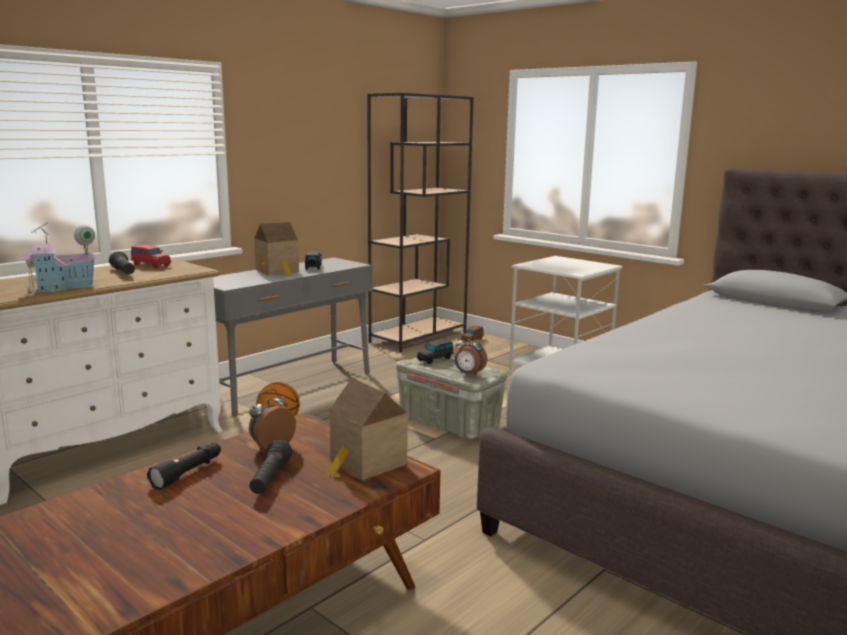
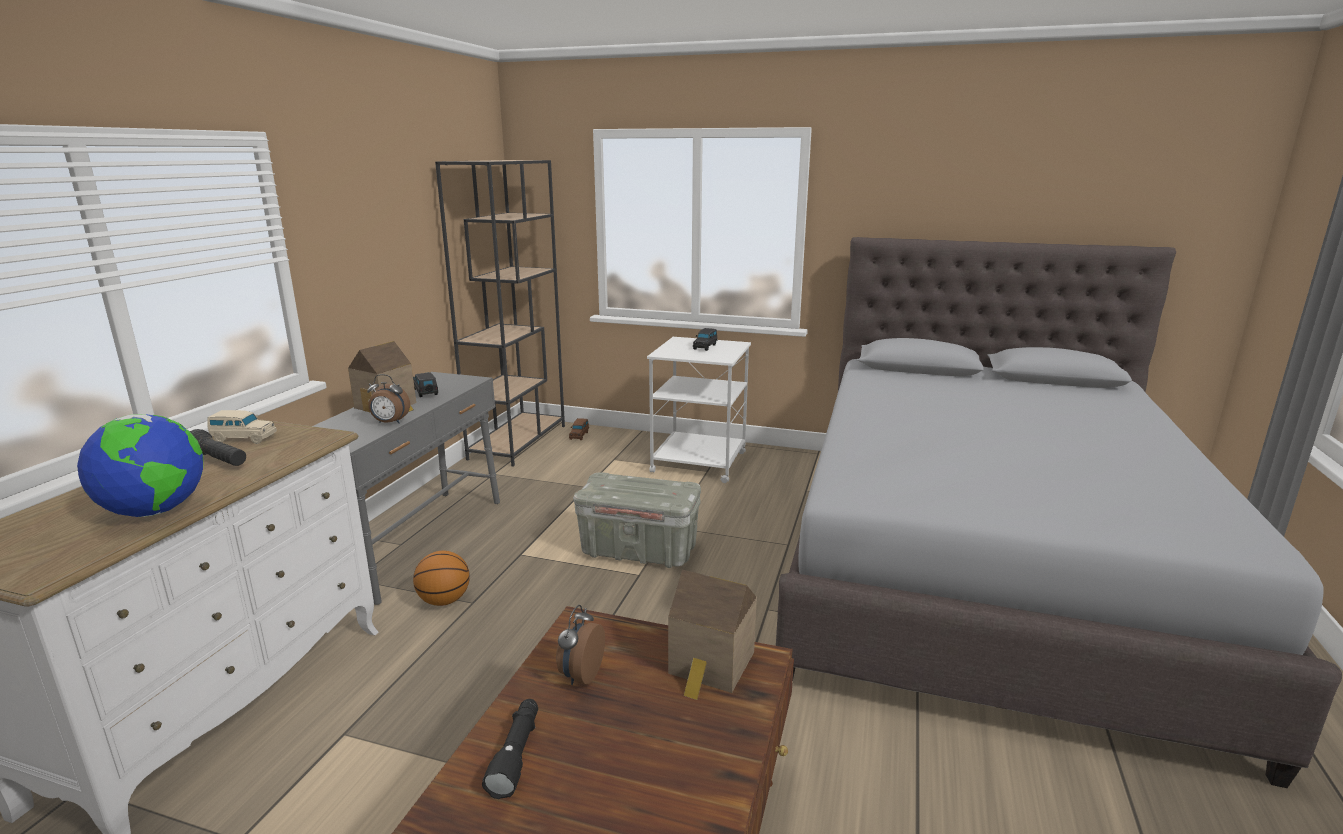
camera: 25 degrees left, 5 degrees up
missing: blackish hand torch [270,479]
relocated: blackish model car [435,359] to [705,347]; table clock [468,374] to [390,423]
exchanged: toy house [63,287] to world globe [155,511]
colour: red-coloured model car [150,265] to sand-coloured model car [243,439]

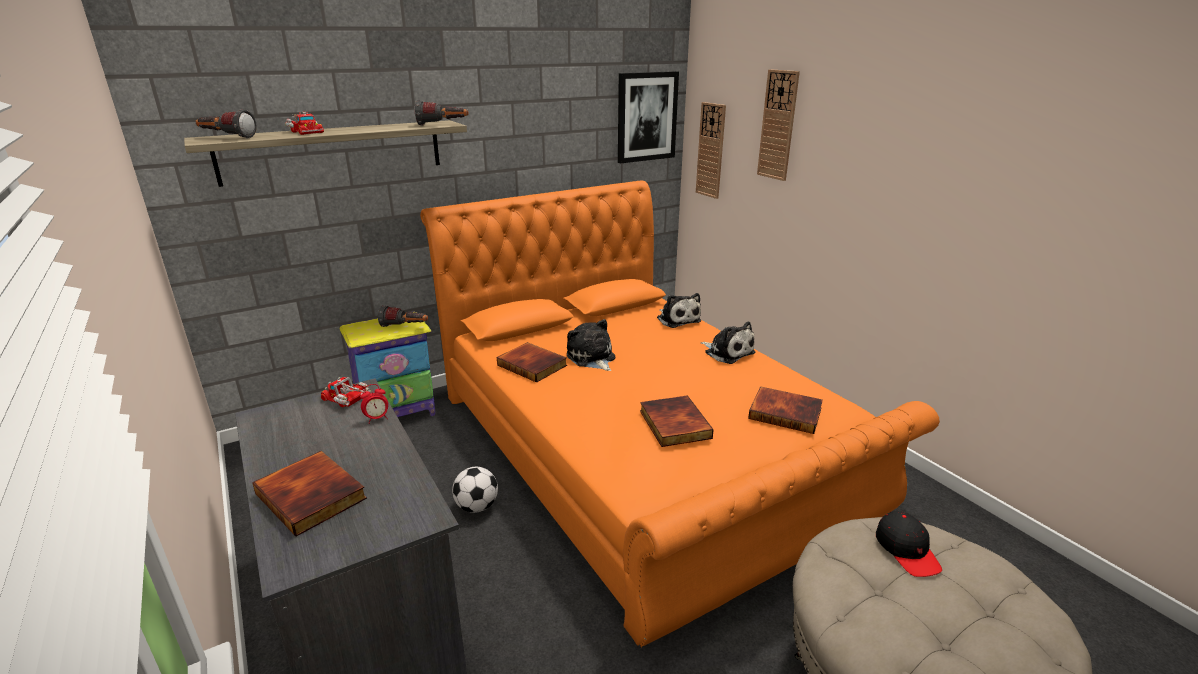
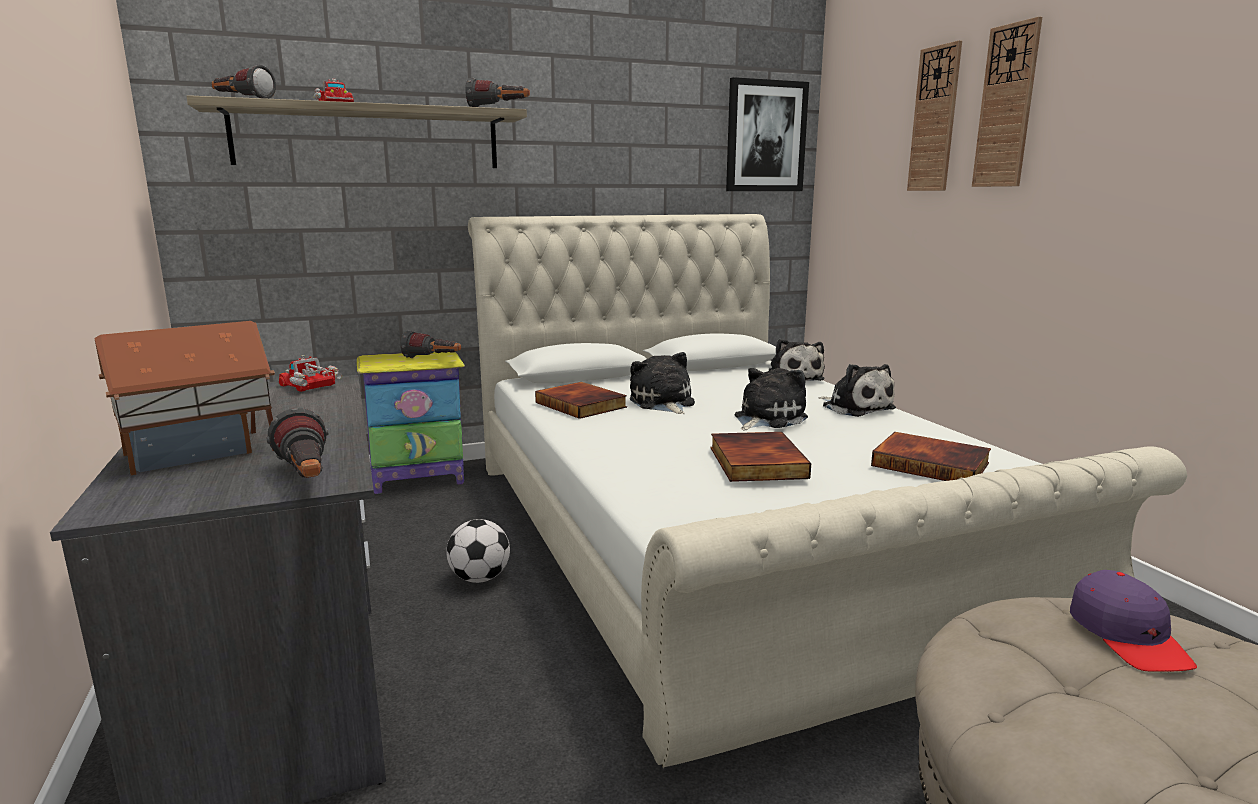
camera: 10 degrees right, 10 degrees down
missing: table clock [377,418]
appeared: hand torch [307,478]; plush toy [766,419]
relocated: clock on the wall [711,150] to [1006,107]
exchanged: volume [313,495] to toy house [201,453]
colour: orangey sleeping bed [640,446] to sand-coloured sleeping bed [724,534]; blackish cap [907,550] to purple cap [1128,636]

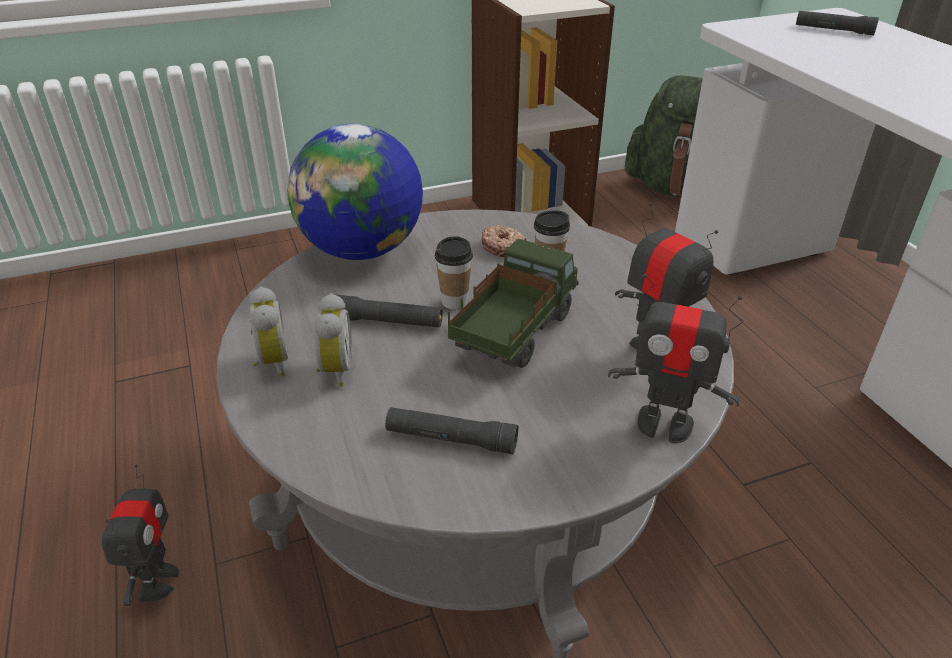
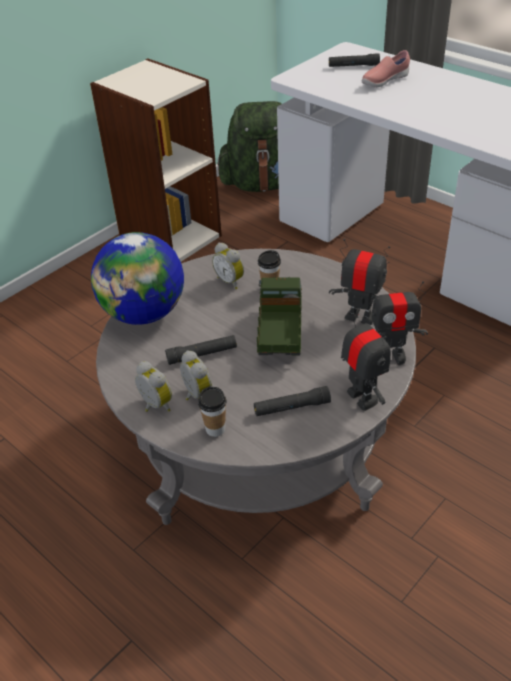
camera: 25 degrees left, 5 degrees up
appeared: pinkish item of footwear [384,81]
relocated: robot figure [157,581] to [362,397]; cup [454,301] to [215,429]
exchanged: ring doughnut [503,247] to table clock [231,281]

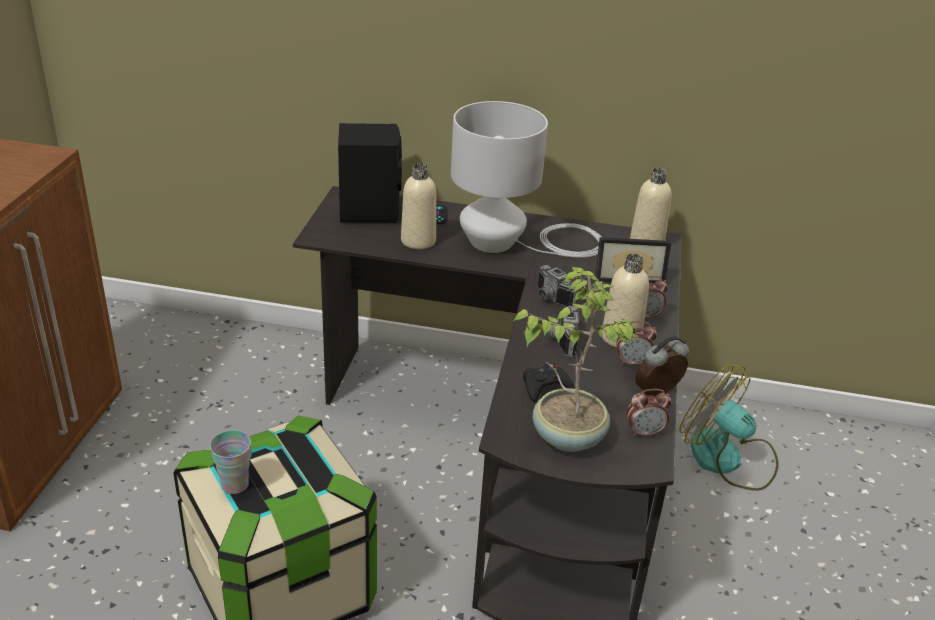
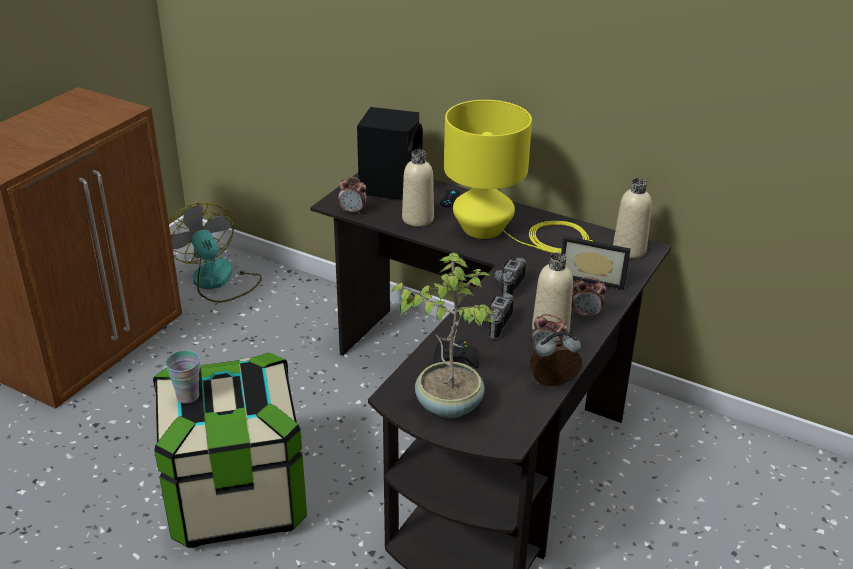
camera: 20 degrees right, 0 degrees up
relocated: table clock [644,432] to [353,211]; fan [727,459] to [218,281]
colour: whitish tabletop lamp [523,242] to yellow tabletop lamp [512,232]
spun: still camera [550,299] = [506,286] 45 degrees clockwise

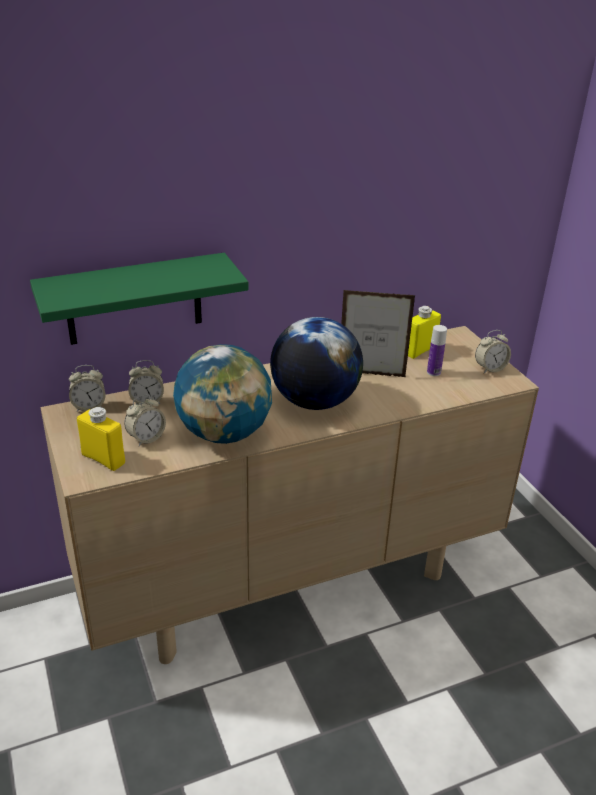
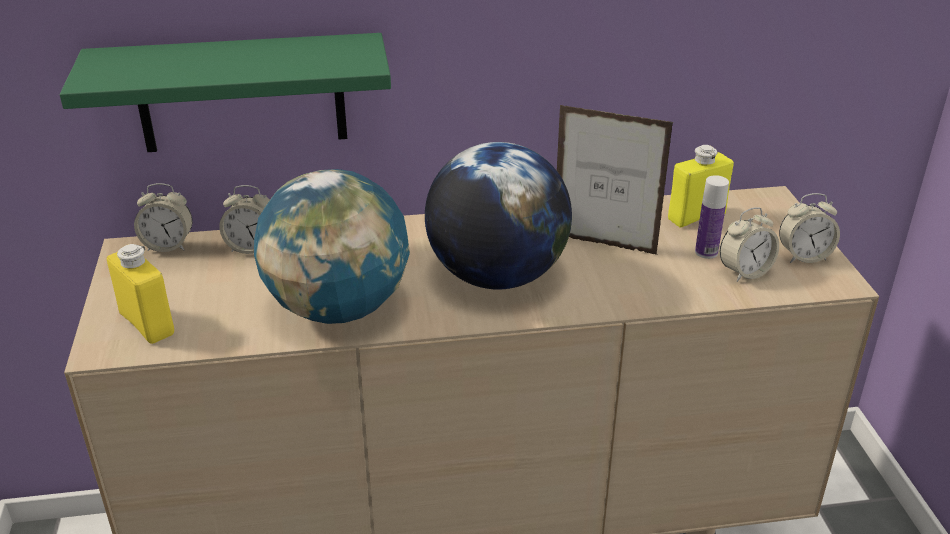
camera: 15 degrees right, 0 degrees up
relocated: table clock [146,438] to [744,272]

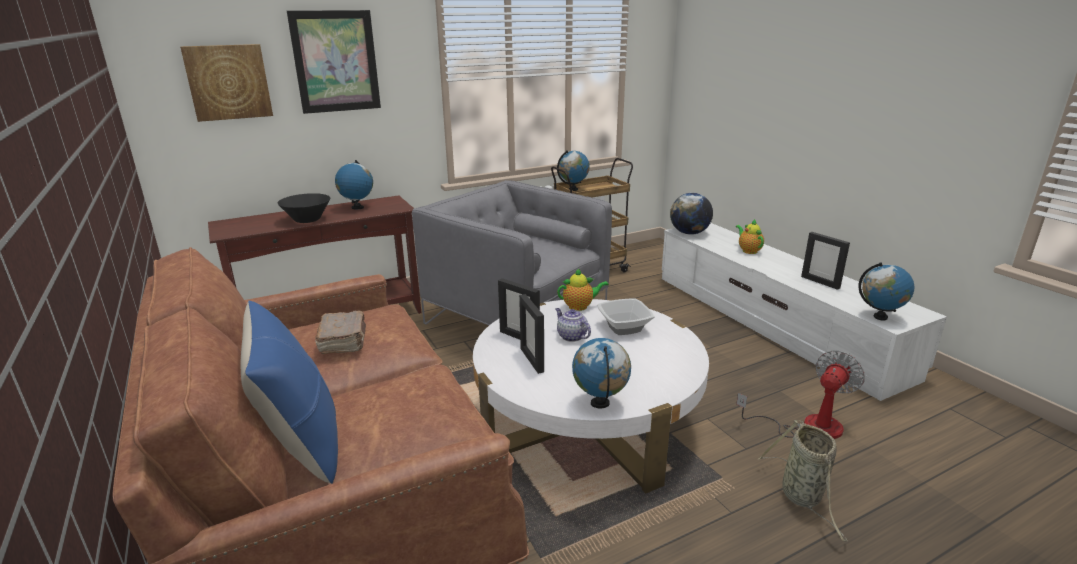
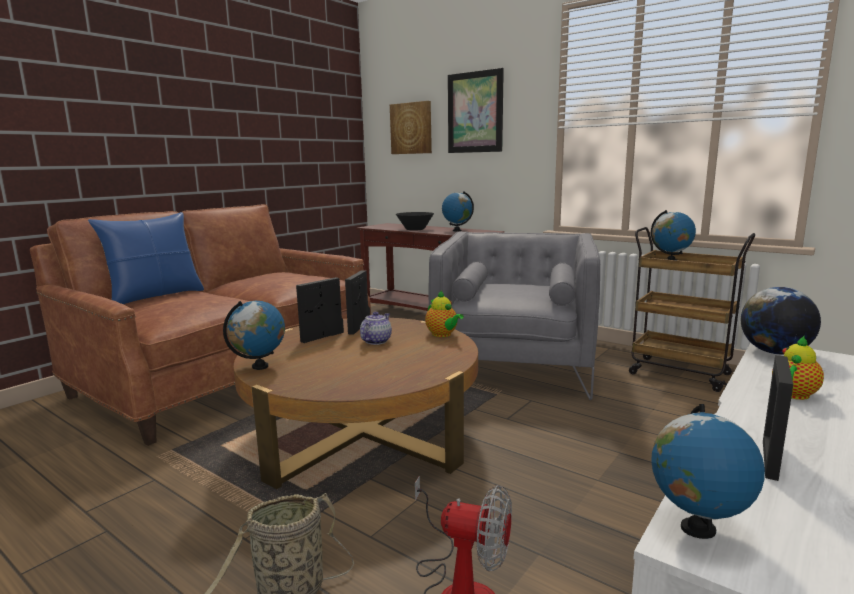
camera: 65 degrees right, 10 degrees down
missing: brown-coloured volume [344,341]; bowl [625,327]
colour: whitish lounge table [587,421] to brown-coloured lounge table [362,432]

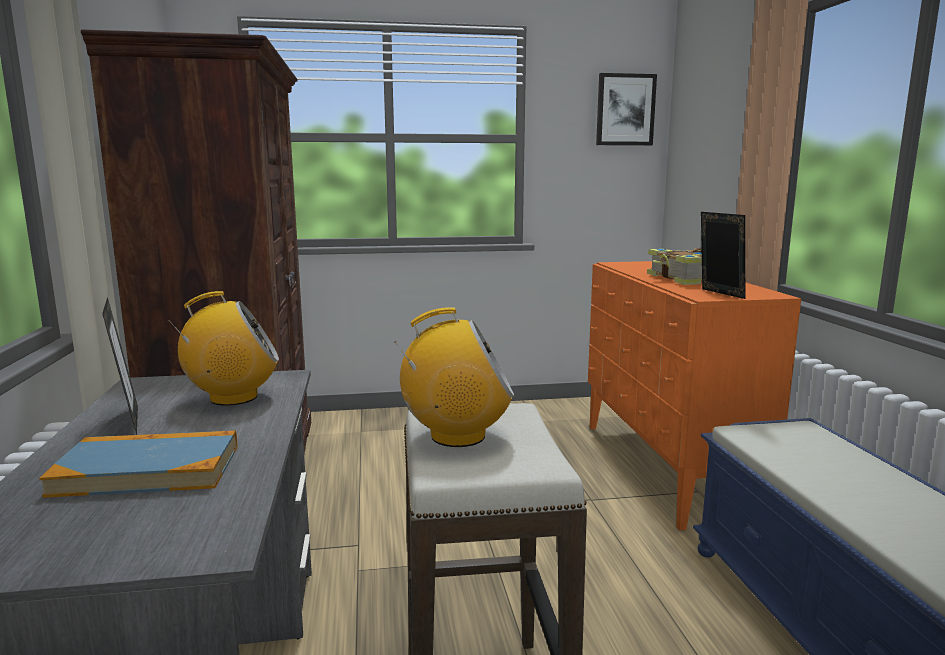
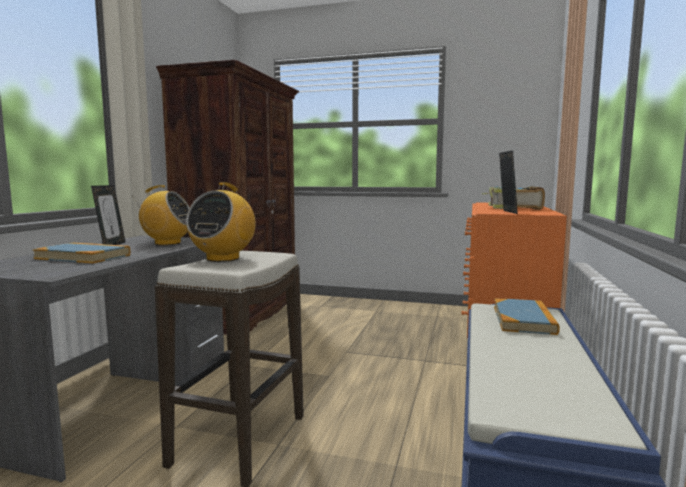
camera: 25 degrees right, 5 degrees down
missing: picture [625,110]
appeared: volume [523,320]
spun: radio receiver [457,436] = [223,258] 90 degrees clockwise

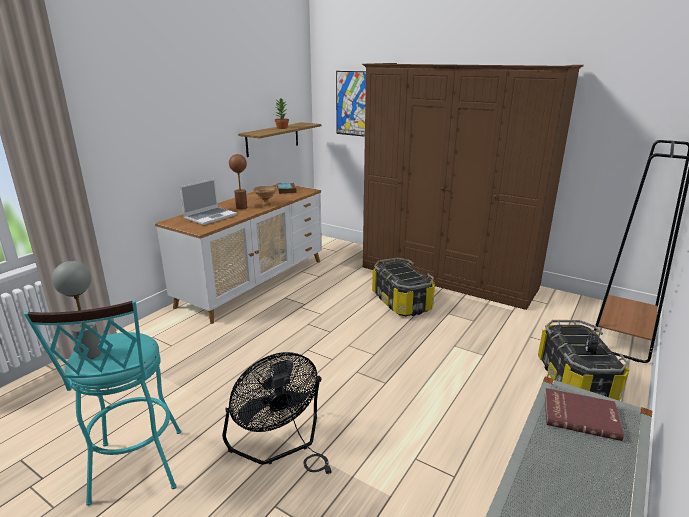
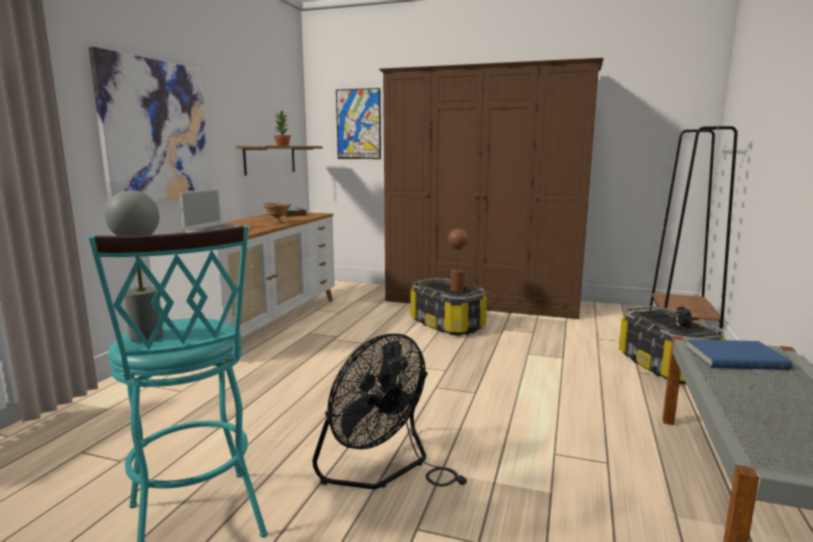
camera: 15 degrees left, 10 degrees down
appeared: picture [156,131]
relocated: brown-coloured tabletop lamp [241,207] to [456,290]
colour: red-coloured volume [580,415] to blue-coloured volume [734,357]

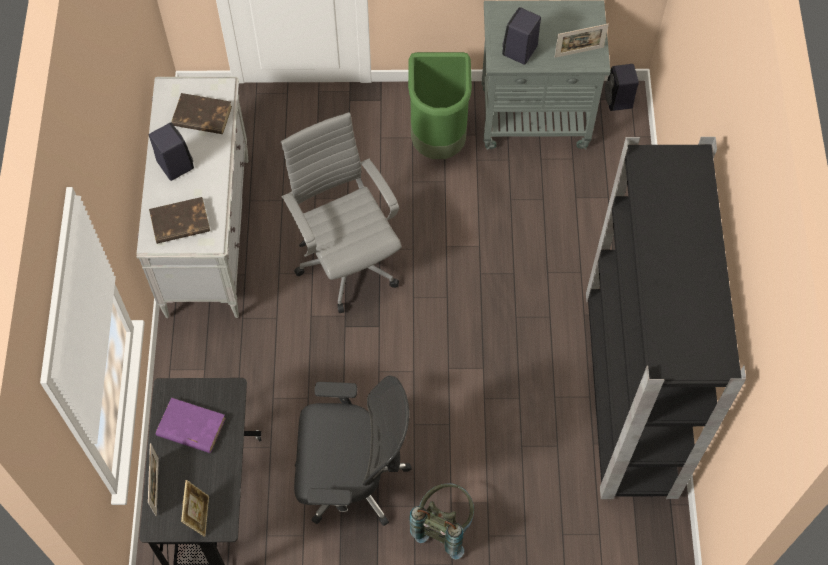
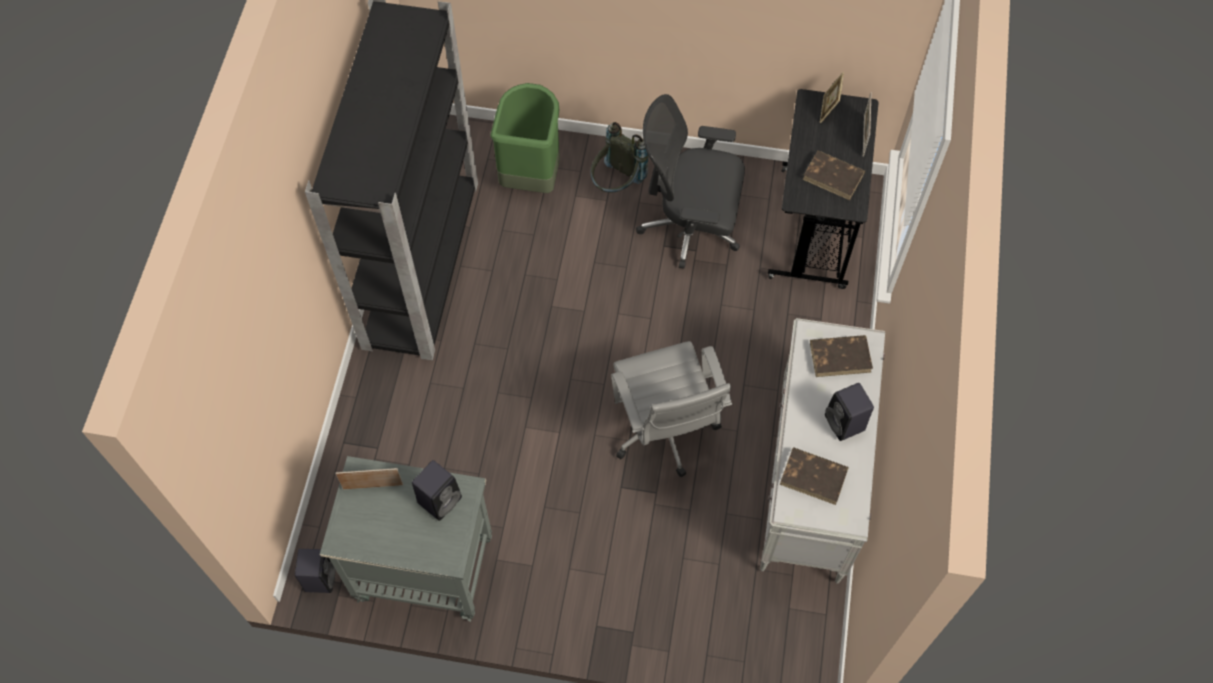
camera: 170 degrees left, 0 degrees up
relocated: green trash can [438,139] to [531,176]
colour: purple volume [190,427] to brown-coloured volume [834,177]

